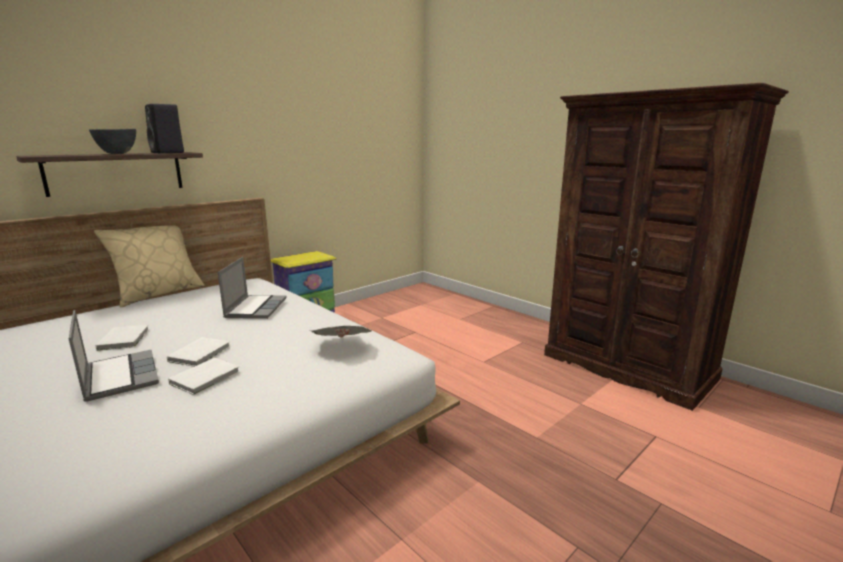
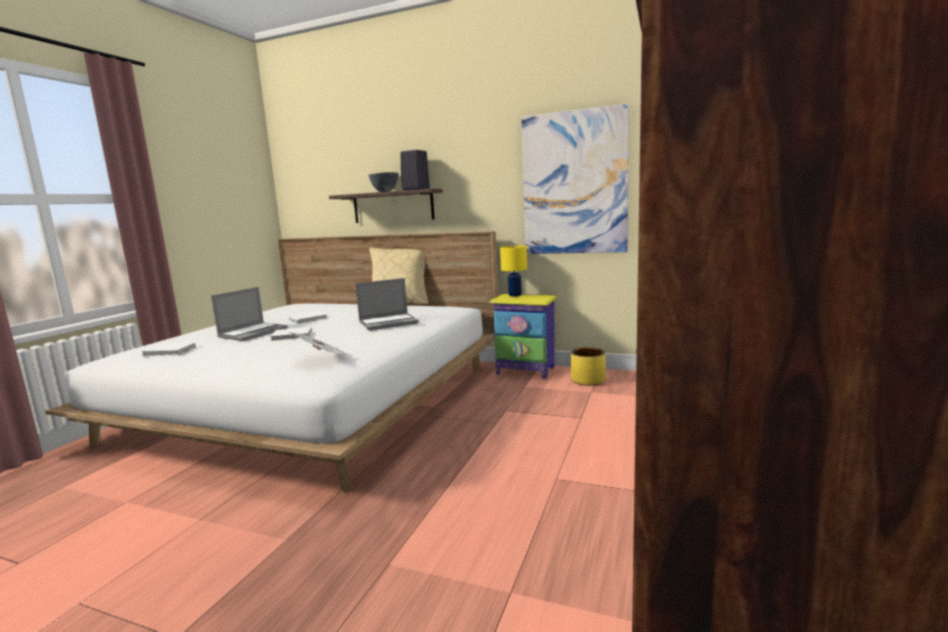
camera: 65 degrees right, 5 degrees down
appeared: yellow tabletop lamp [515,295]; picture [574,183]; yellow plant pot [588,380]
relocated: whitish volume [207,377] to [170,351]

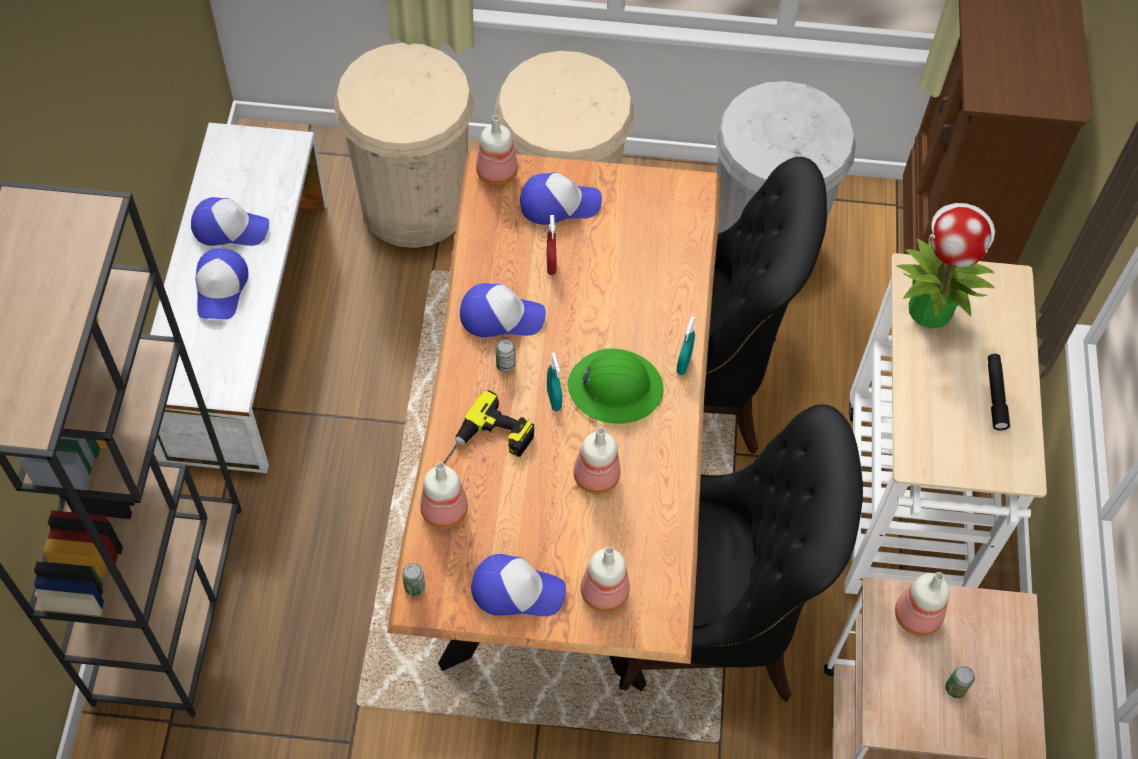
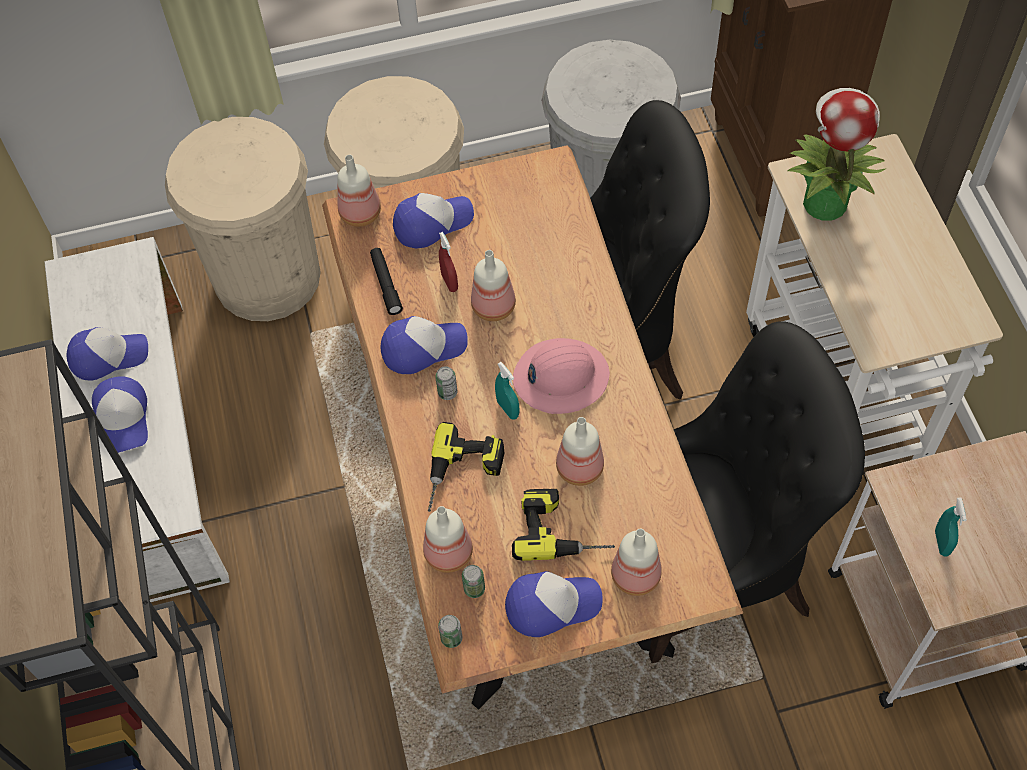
camera: 15 degrees left, 0 degrees up
appeared: power drill [562,528]
relocated: blue-green spray bottle [683,364] to [941,542]; beverage bottle [918,615] to [494,305]; can [955,688] to [474,589]; blackish hand torch [995,395] to [386,284]
colour: green hard hat [615,387] to pinkish hard hat [560,377]

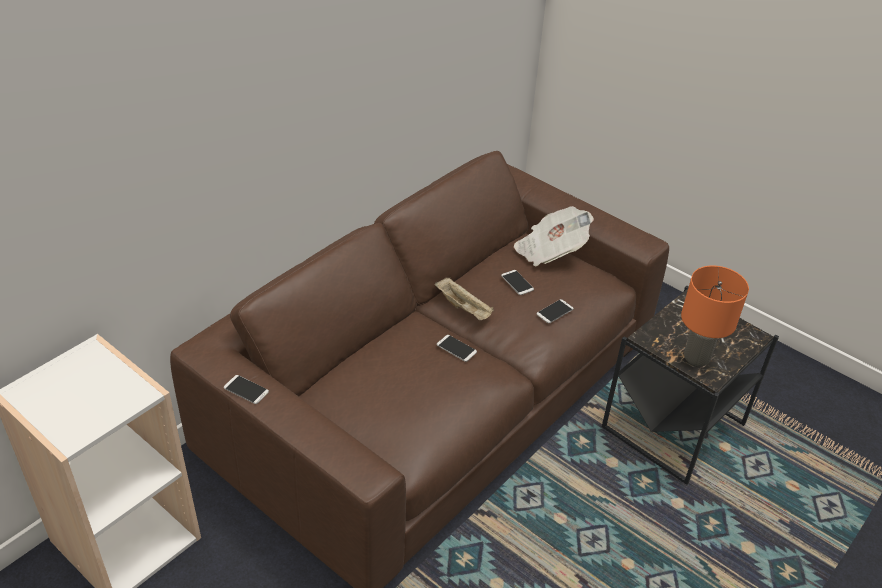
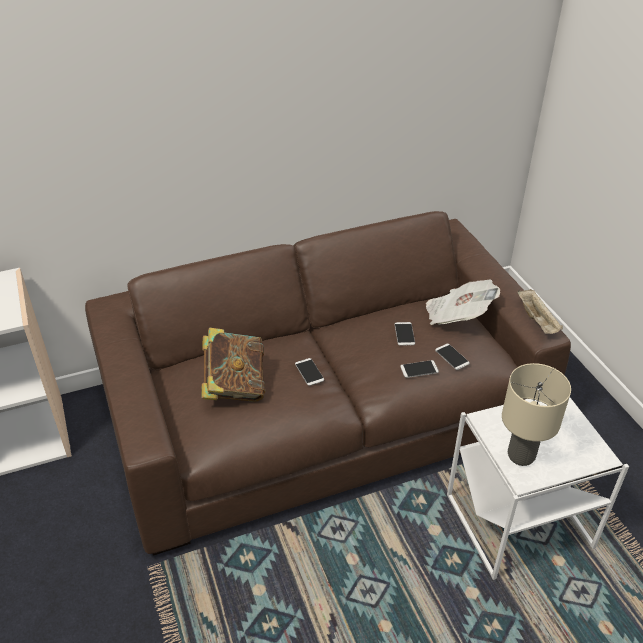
camera: 30 degrees right, 0 degrees up
appeared: volume [234,386]
relocated: phone [246,390] to [452,357]; sand-coloured serving tray [464,308] to [537,320]
colour: blackish side table [675,426] to whitish side table [520,521]; orangey tabletop lamp [694,358] to sand-coloured tabletop lamp [519,455]

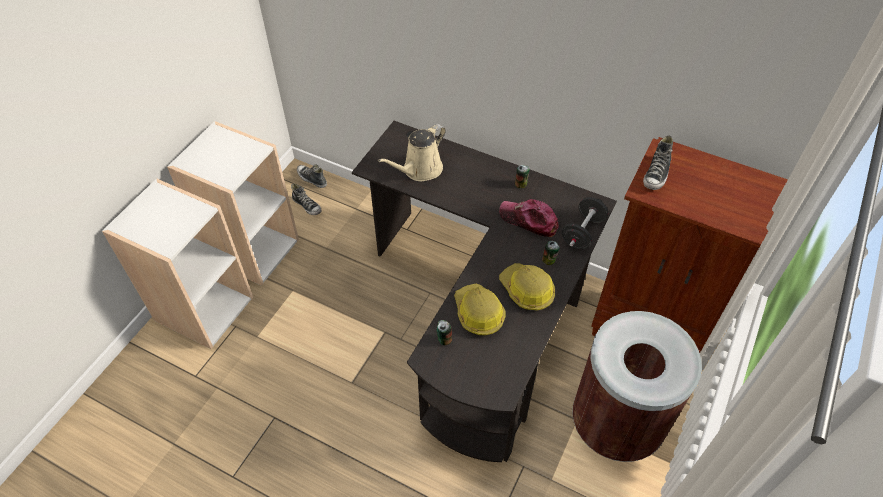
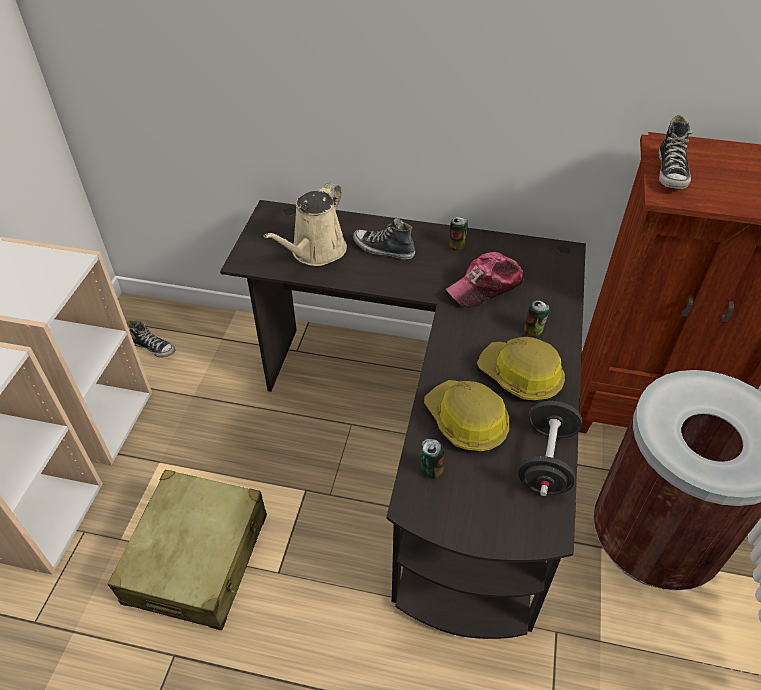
camera: 15 degrees left, 5 degrees down
appeared: sand-coloured piece of luggage [198,558]
relocated: item of footwear [311,179] to [383,249]; blackish free weight [582,232] to [546,461]
spun: cap [529,220] = [485,287] 45 degrees counterclockwise

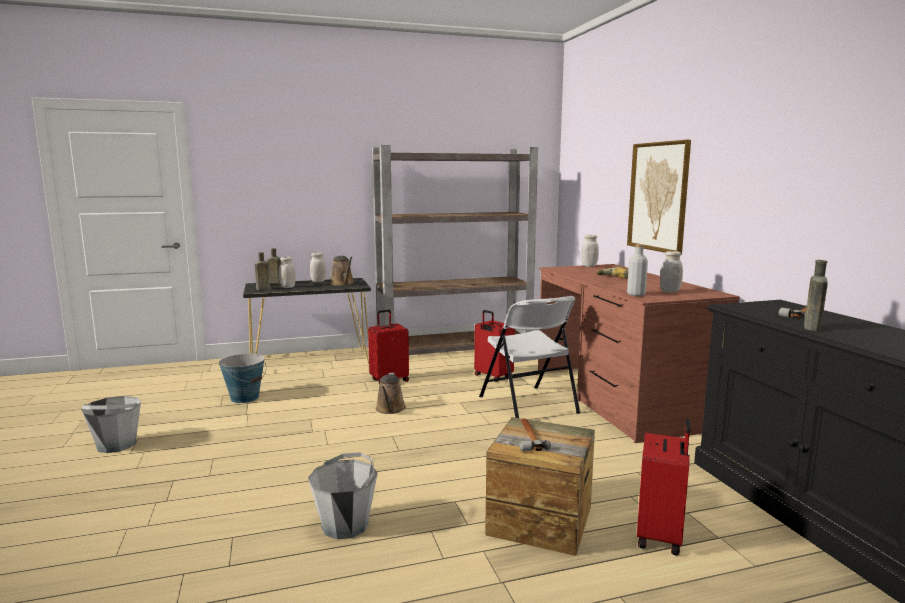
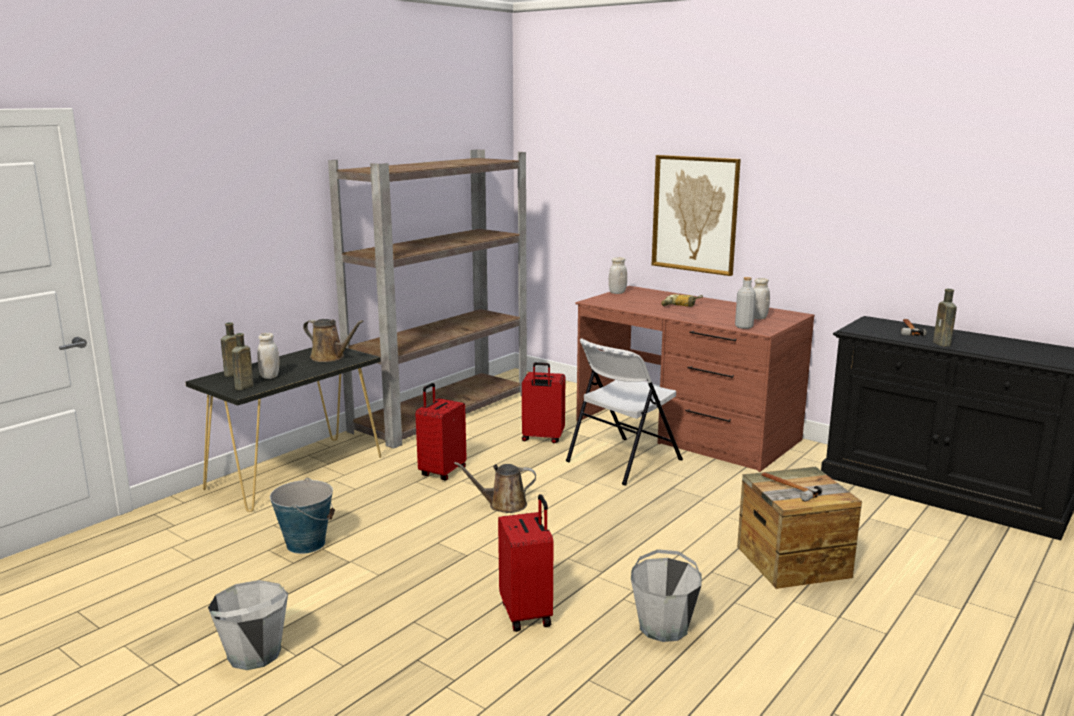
camera: 35 degrees left, 5 degrees up
missing: whitish preserve jar [318,281]
relocated: red-coloured piece of luggage [661,536] to [527,613]
spun: brown-coloured watering can [390,409] = [503,505] 120 degrees clockwise; whitish upright chair [527,405] = [623,460] 105 degrees clockwise

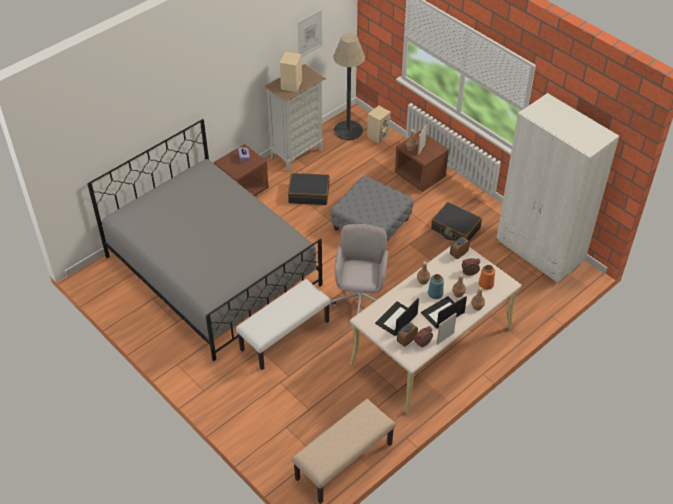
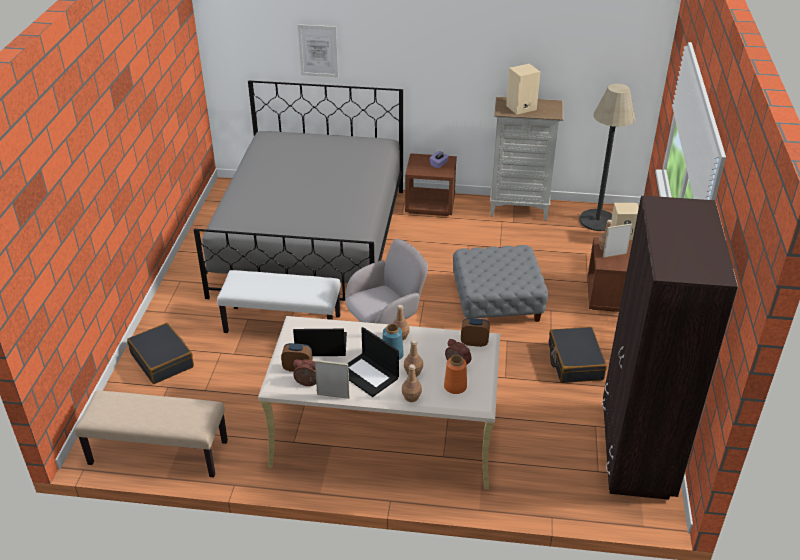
camera: 50 degrees right, 10 degrees down
relocated: blackish piece of luggage [309,193] to [162,360]; picture [309,33] to [318,50]
colour: whitish wardrobe [539,253] to brown-coloured wardrobe [636,451]
spun: notebook computer [442,313] = [369,375] 150 degrees counterclockwise

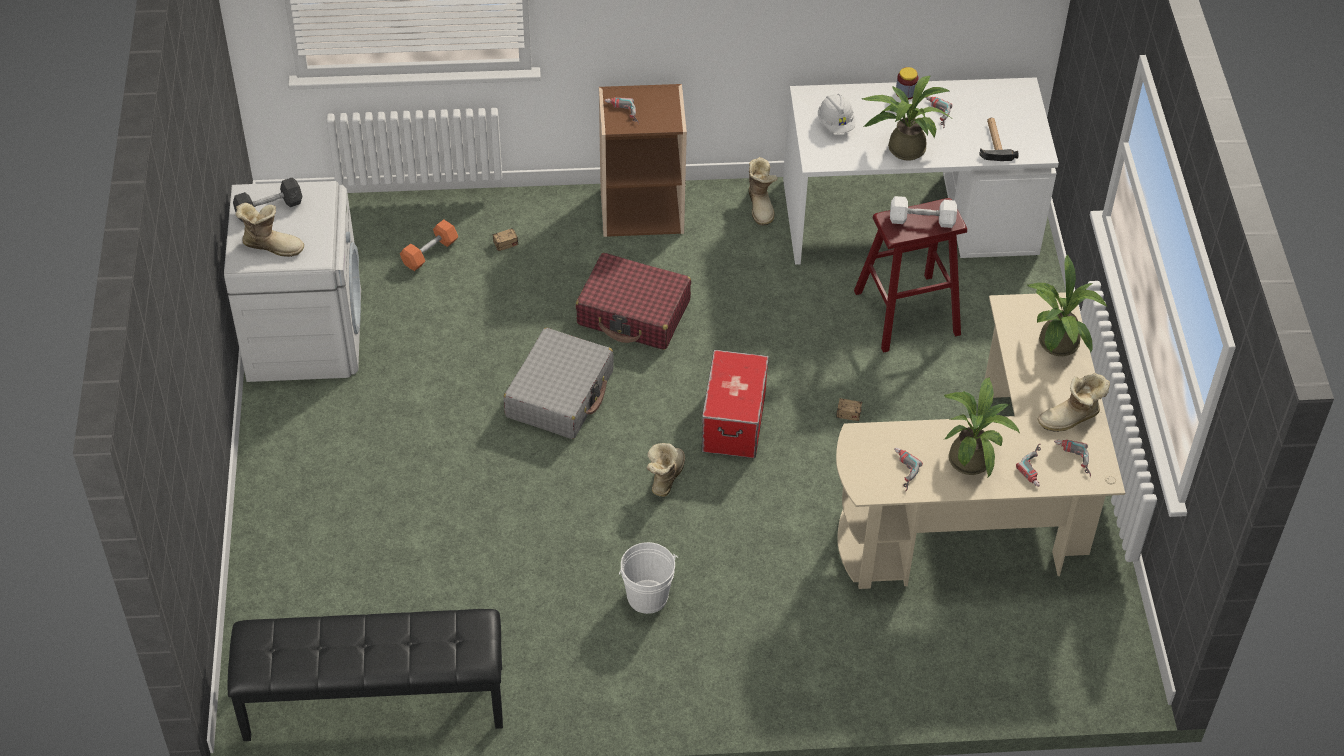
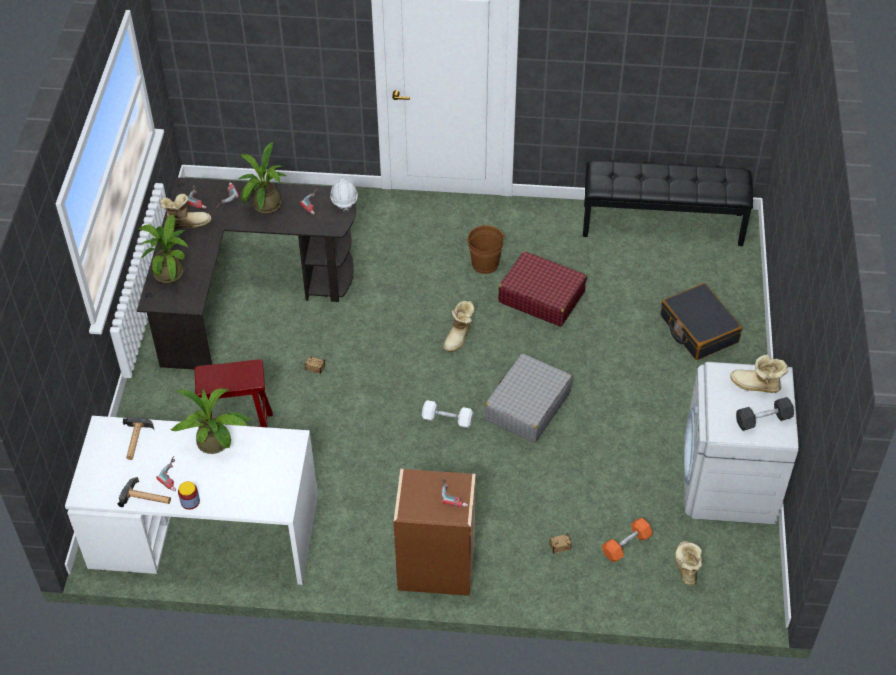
camera: 170 degrees left, 0 degrees up
missing: storage bin [734,422]
appeared: hammer [147,497]; blackish piece of luggage [698,329]
relocated: red-coloured piece of luggage [634,313] to [541,296]; boot [761,206] to [685,567]; whitish hard hat [836,123] to [344,200]; whitish free weight [922,220] to [447,419]
colour: whitish water bucket [647,596] to brown-coloured water bucket [485,264]; sand-coloured desk unit [985,507] to blackish desk unit [243,294]

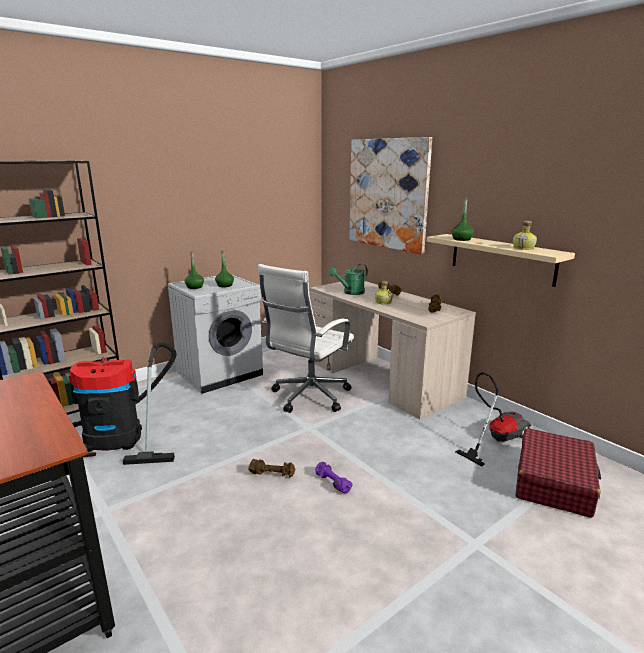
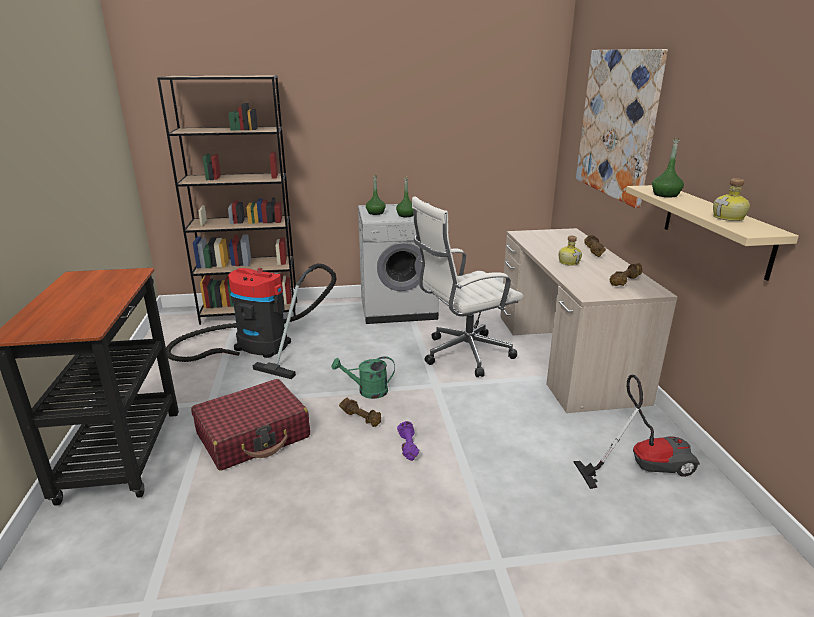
camera: 30 degrees right, 5 degrees up
relocated: green watering can [350,293] to [367,391]; red-coloured piece of luggage [554,482] to [253,435]

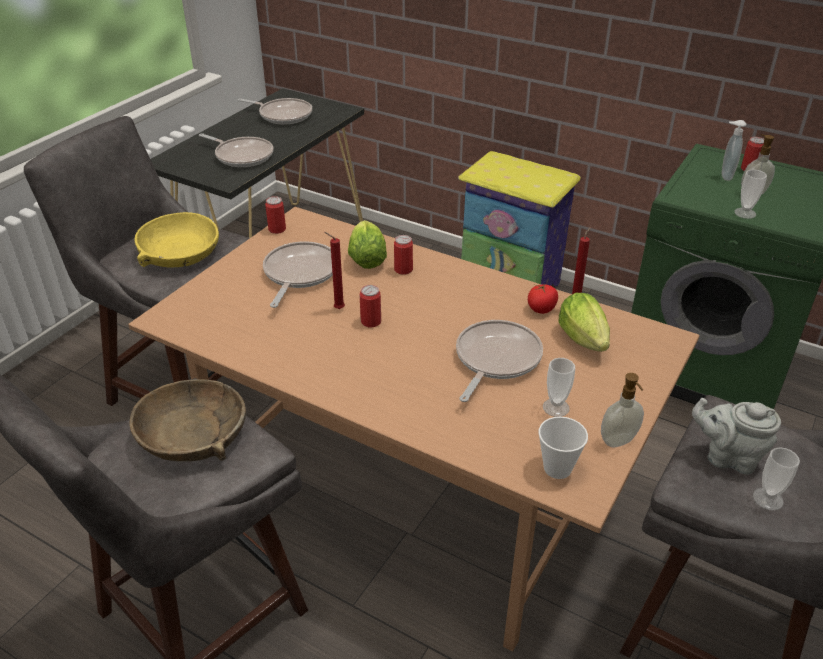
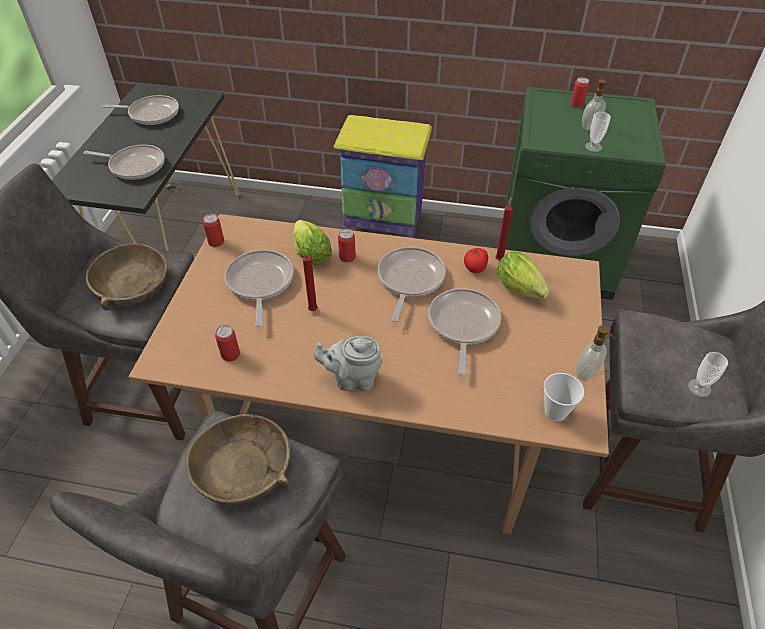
camera: 20 degrees left, 10 degrees up
missing: cup [556,407]; soap dispenser [725,176]
appeared: skillet [409,280]
relocated: can [371,322] to [230,354]; greyish pot for tea [728,457] to [352,379]
colour: yellow bowl [180,253] to brown-coloured bowl [132,285]

